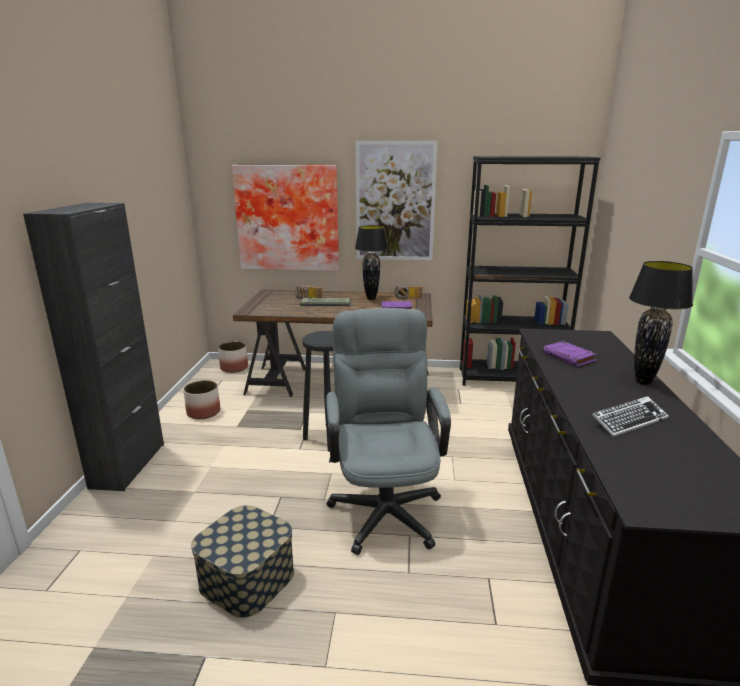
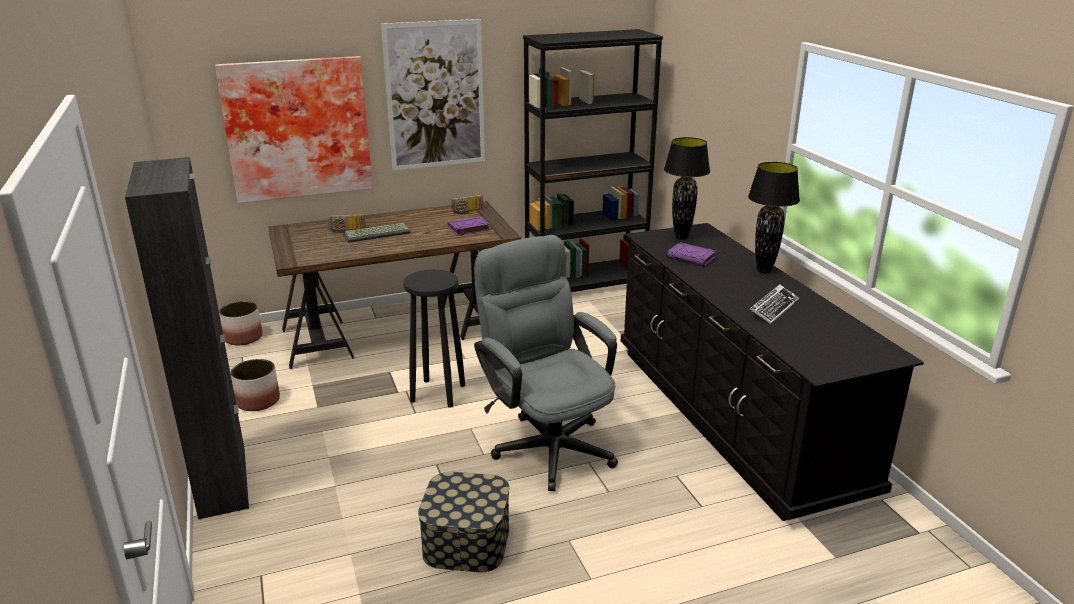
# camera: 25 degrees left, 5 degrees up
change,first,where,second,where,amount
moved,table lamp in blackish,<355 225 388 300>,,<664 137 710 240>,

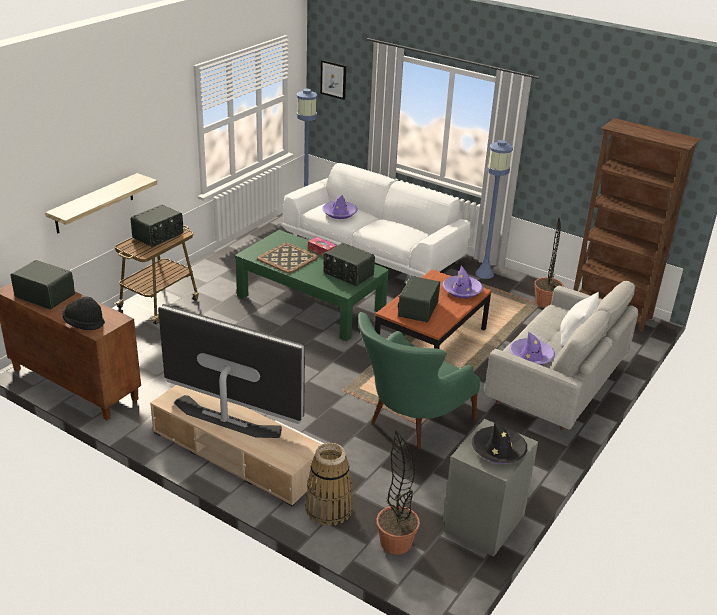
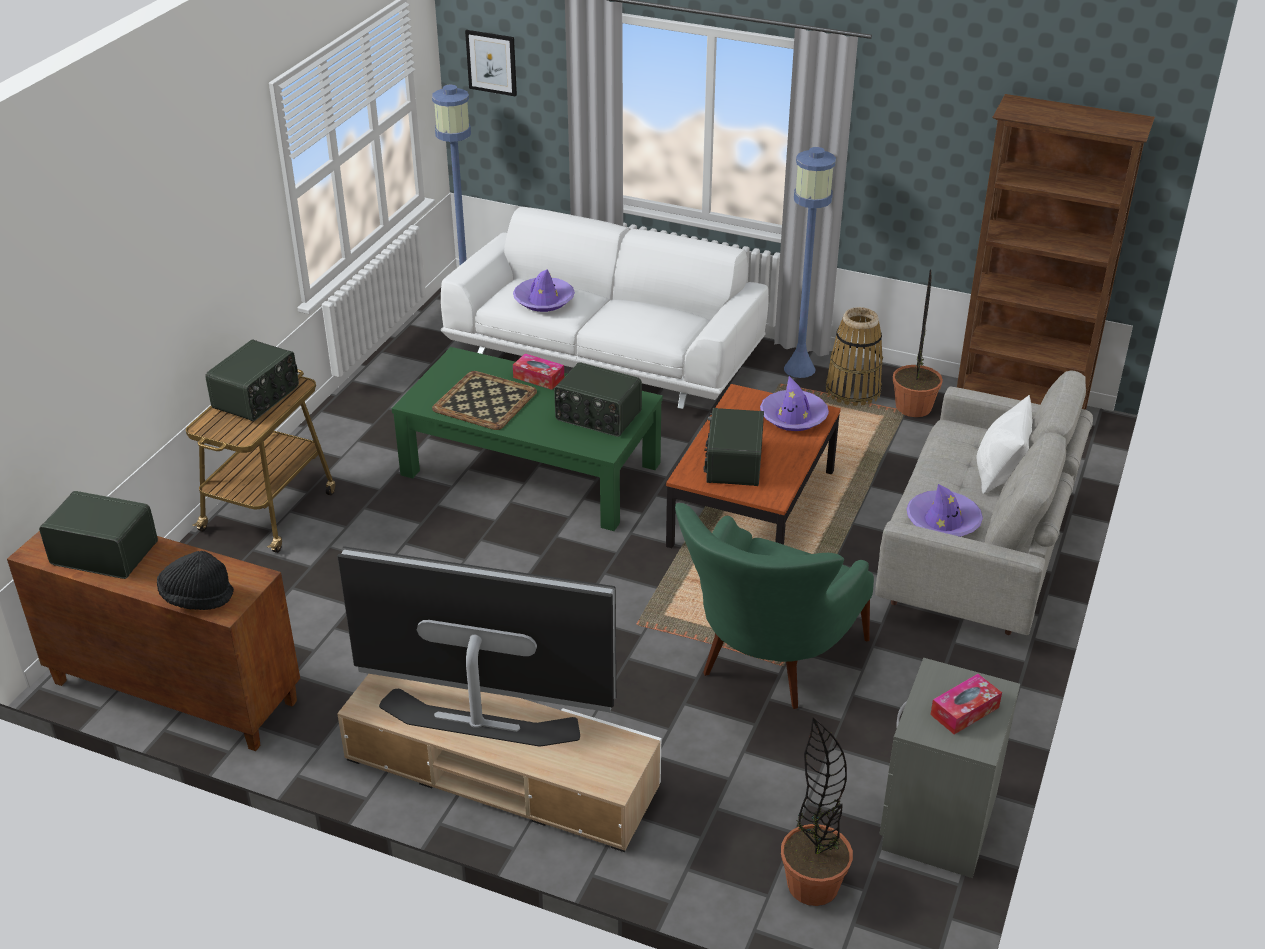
# camera: 10 degrees left, 5 degrees up
change,first,where,second,where,amount
removed,shelf,<45 173 157 234>,,,
replaced,clothing hat in blackish,<472 422 527 464>,box of tissues,<930 674 1002 734>,
moved,basket,<305 443 353 526>,,<826 307 883 406>,

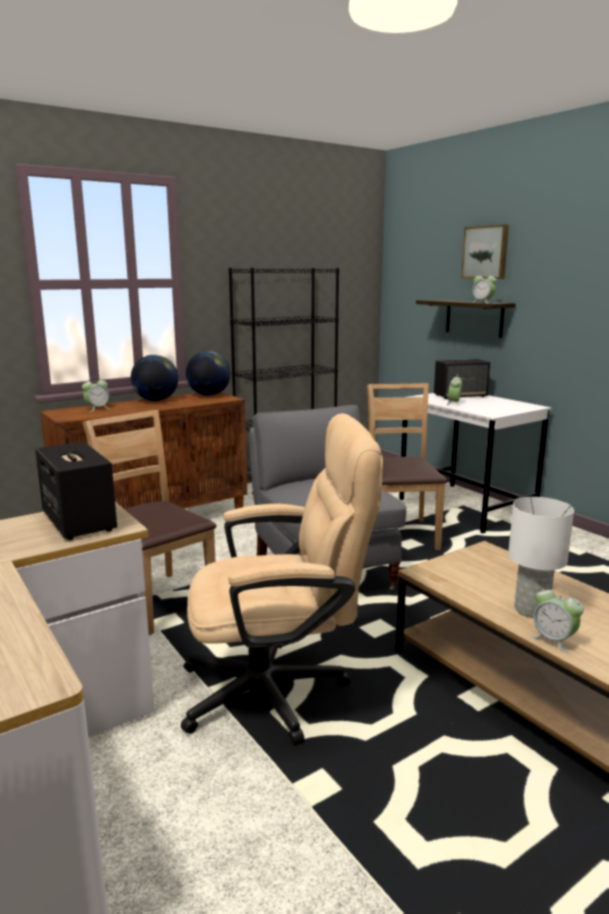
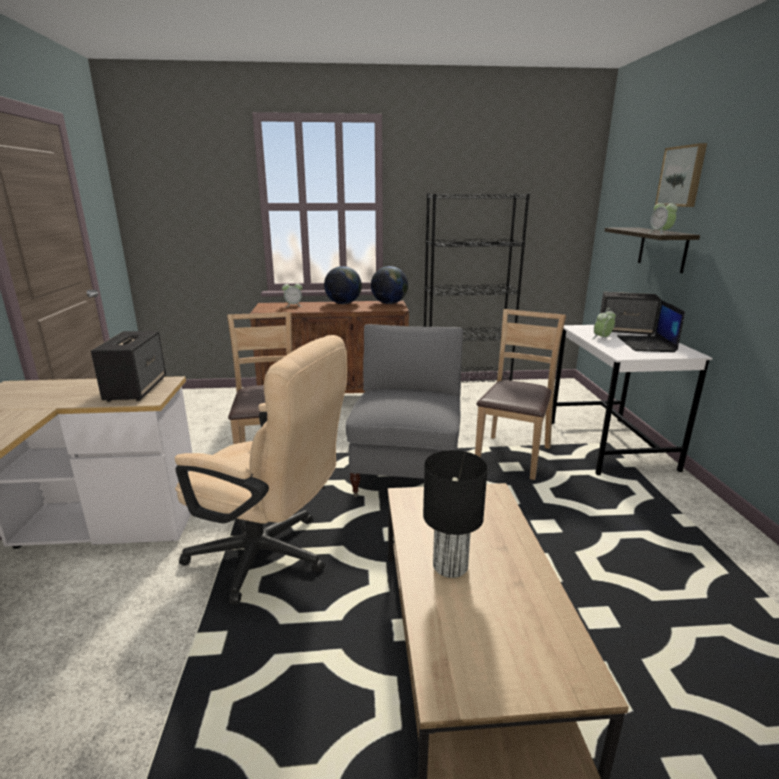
# camera: 30 degrees right, 5 degrees up
change,first,where,second,where,amount
recoloured,table lamp in white,<508 497 574 618>,table lamp in blackish,<423 450 488 578>,
removed,alarm clock,<530 586 584 653>,,,
added,,,laptop,<617 300 685 352>,

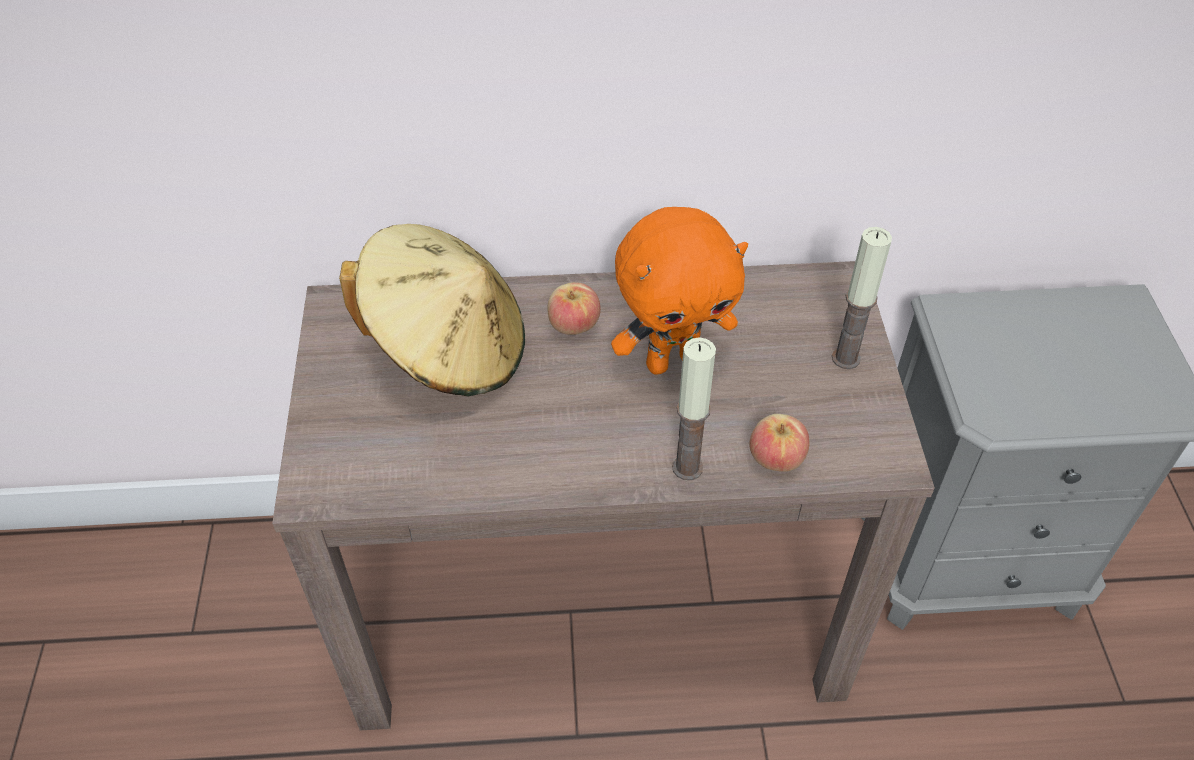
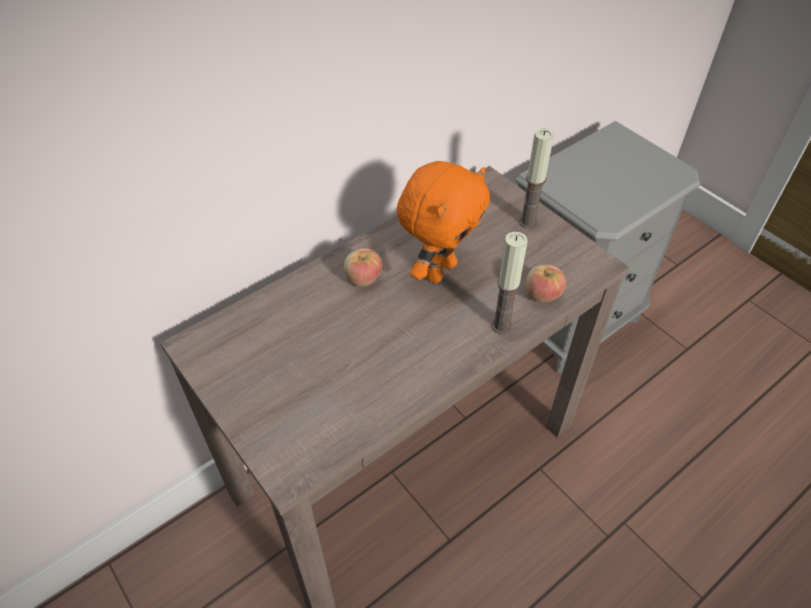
# camera: 35 degrees left, 0 degrees up
change,first,where,second,where,amount
removed,clothing hat in sand-coloured,<339 224 525 396>,,,

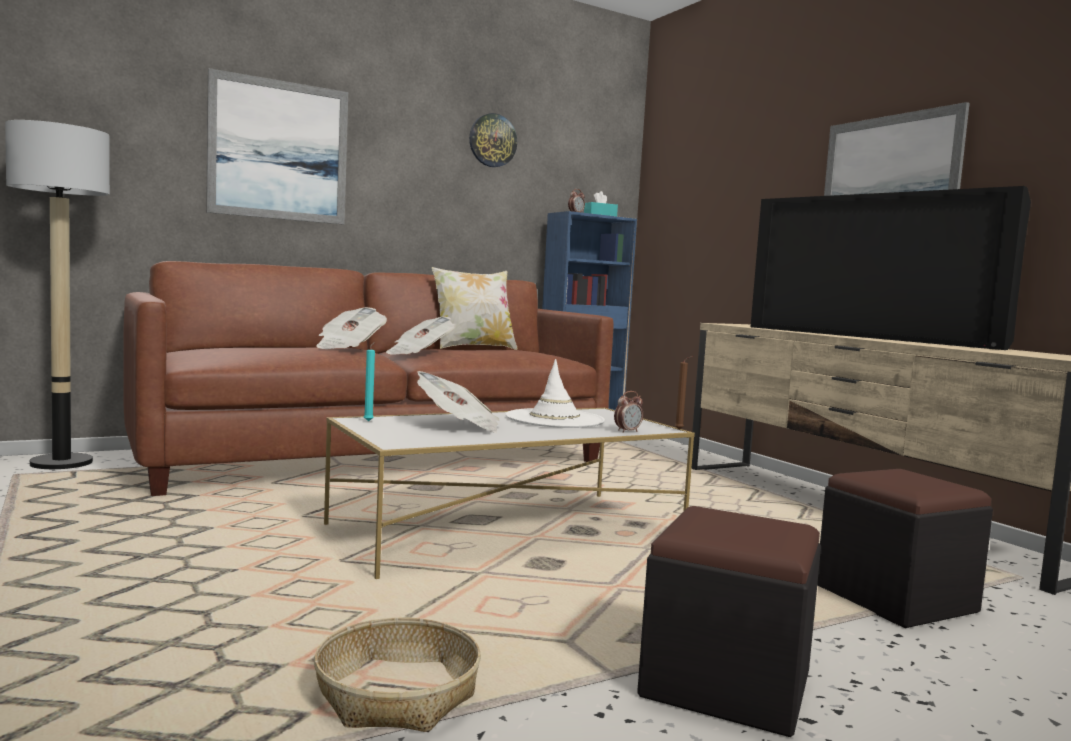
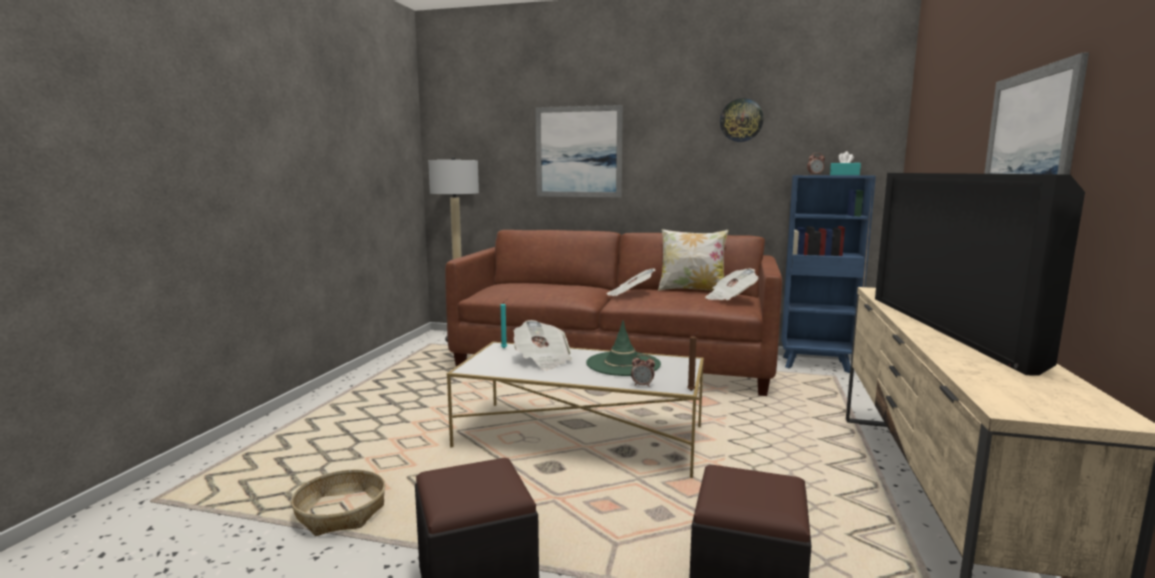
# camera: 45 degrees right, 5 degrees up
change,first,where,second,where,amount
moved,printed paper,<316 307 387 349>,,<705 268 758 300>,
recoloured,clothing hat in white,<506 359 605 428>,clothing hat in greenish,<586 320 661 376>,

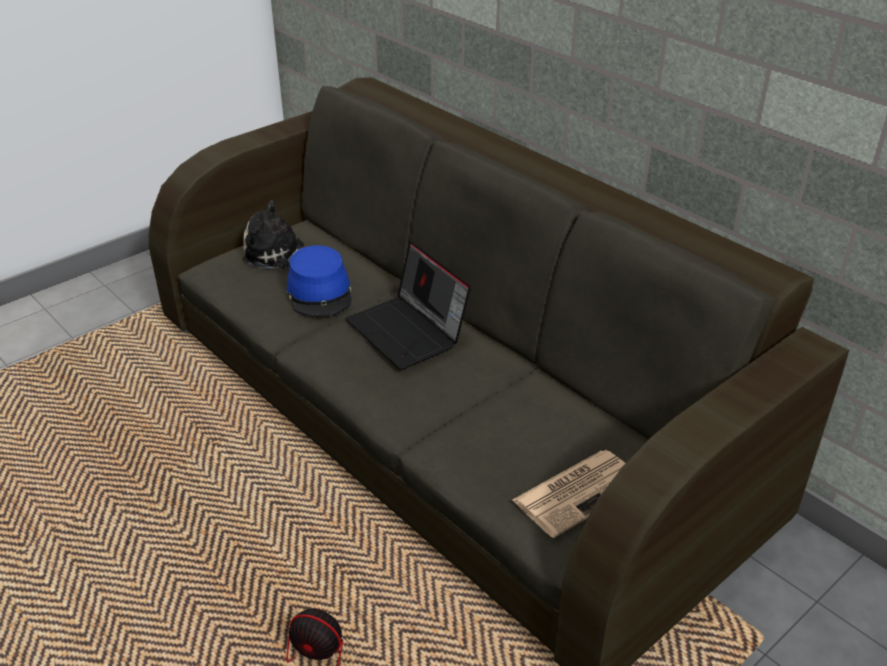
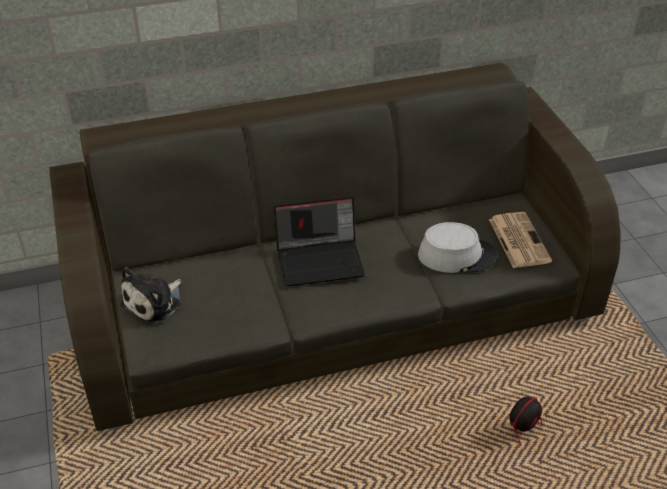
# camera: 65 degrees left, 5 degrees up
change,first,where,second,where,amount
removed,clothing hat in bluish,<287 245 352 316>,,,
added,,,clothing hat in grey,<418 222 497 273>,

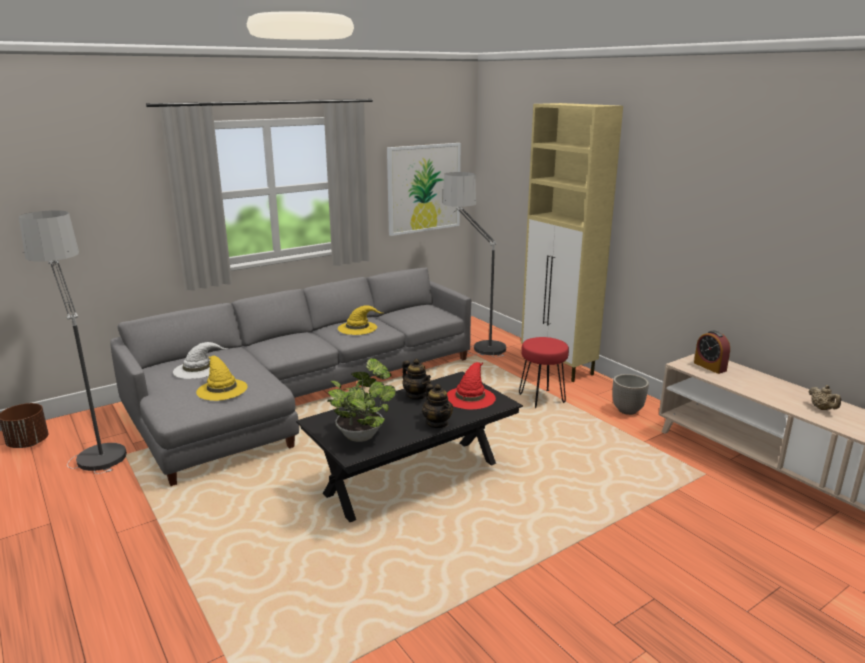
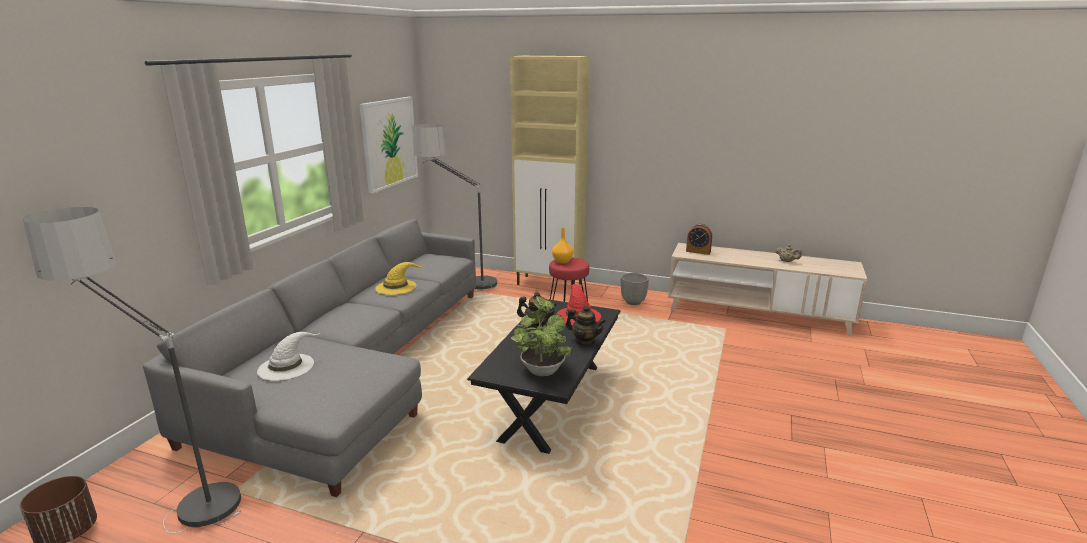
# camera: 35 degrees left, 0 degrees up
change,first,where,second,where,amount
removed,clothing hat in yellow-coloured,<196 356 248 401>,,,
added,,,flower vase in orangey,<552 228 573 263>,

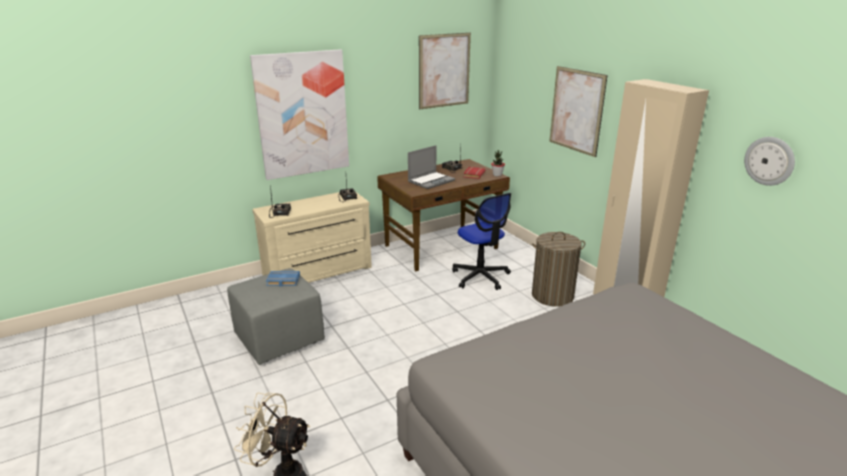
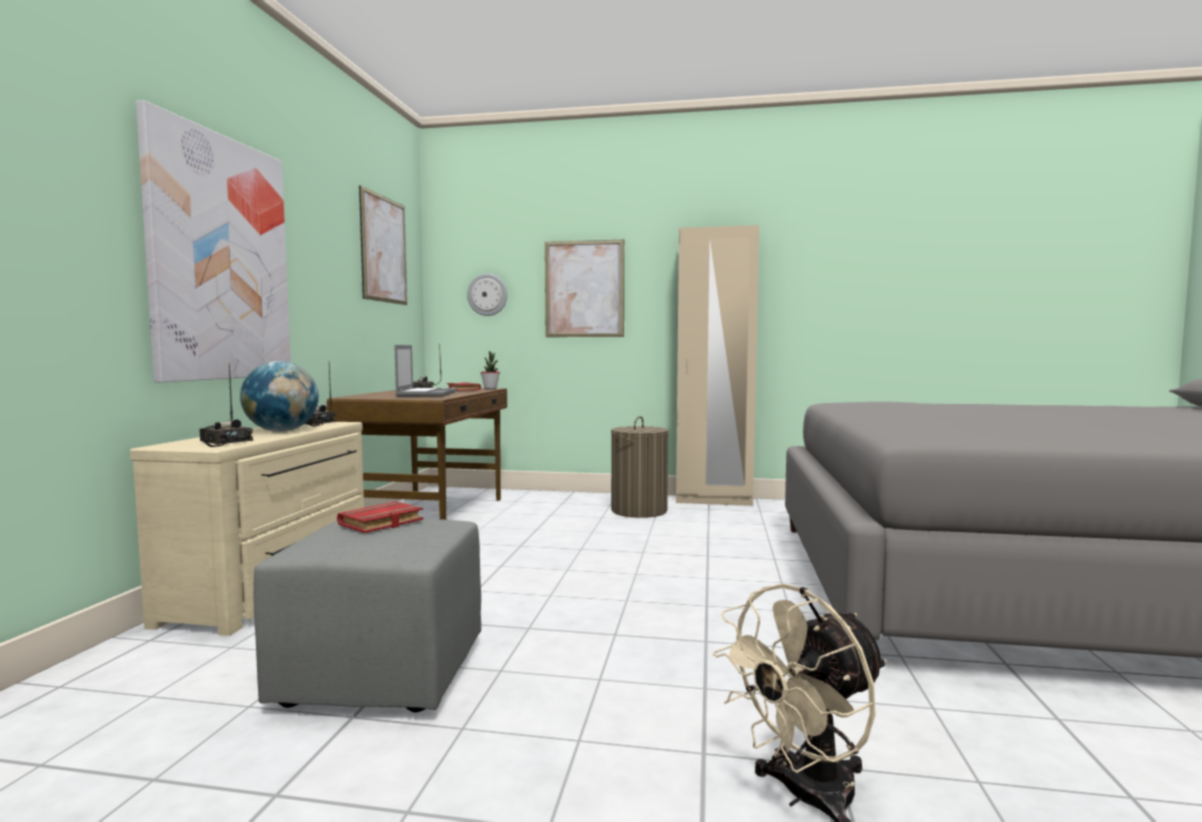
# camera: 50 degrees left, 20 degrees down
change,first,where,second,where,amount
moved,wall clock,<744 137 795 186>,,<467 273 507 316>,
removed,office chair,<452 193 511 290>,,,
recoloured,volume in bluish,<266 271 300 287>,volume in red,<337 501 424 533>,
added,,,globe,<240 361 319 432>,

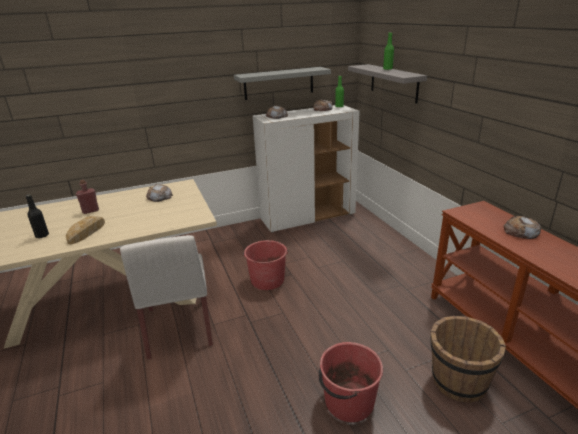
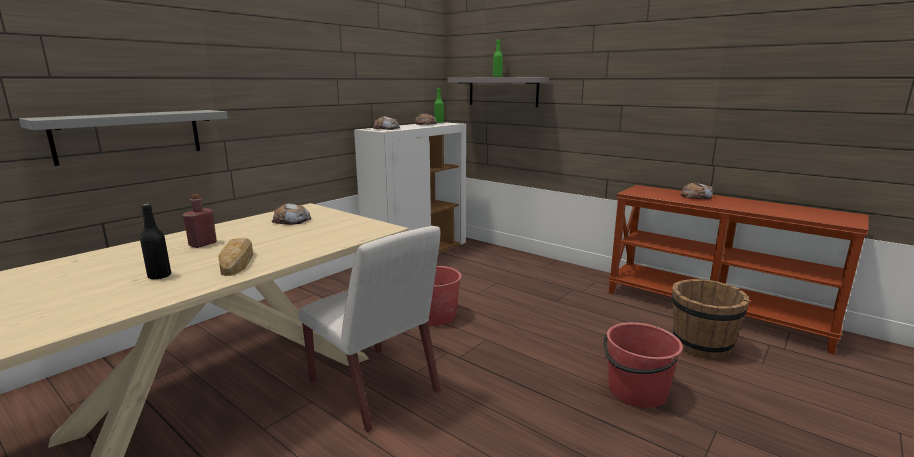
# camera: 30 degrees left, 10 degrees down
change,first,where,second,where,amount
moved,shelf in grey,<234 67 331 100>,,<19 110 228 166>,

